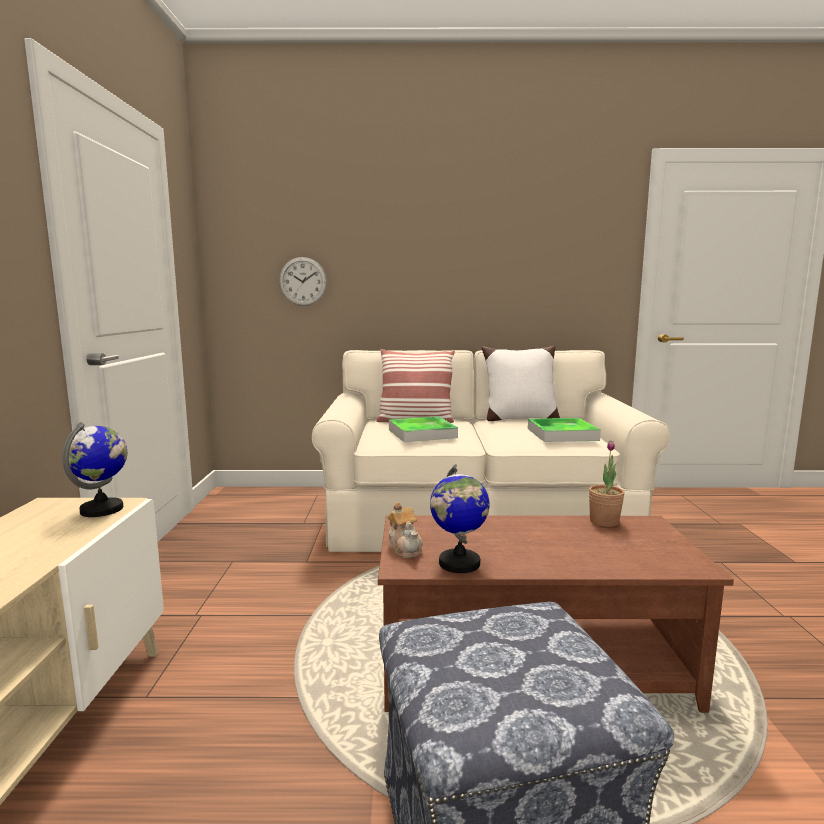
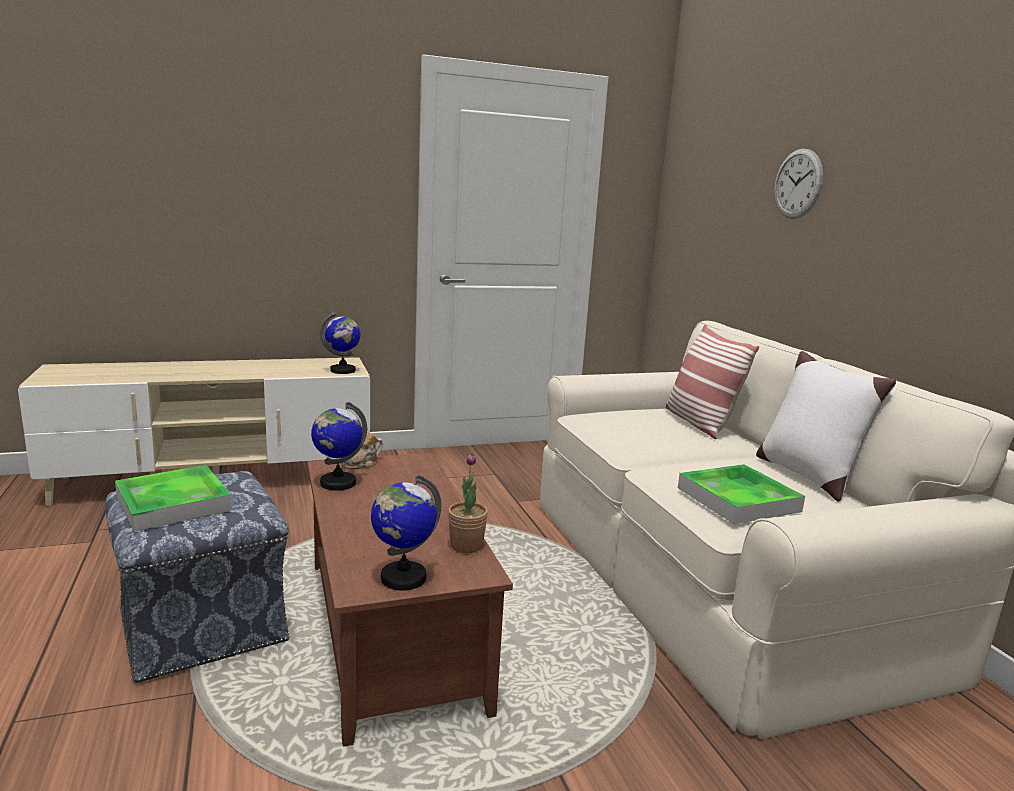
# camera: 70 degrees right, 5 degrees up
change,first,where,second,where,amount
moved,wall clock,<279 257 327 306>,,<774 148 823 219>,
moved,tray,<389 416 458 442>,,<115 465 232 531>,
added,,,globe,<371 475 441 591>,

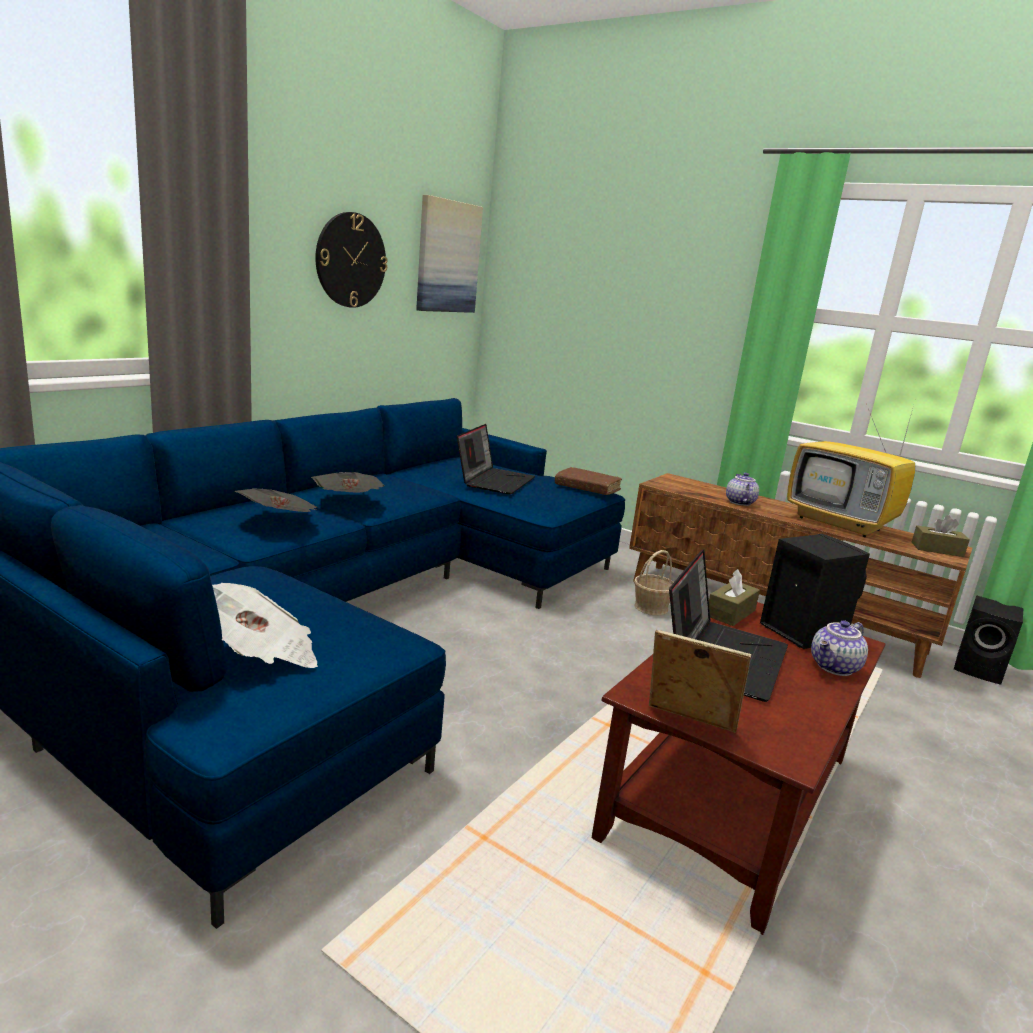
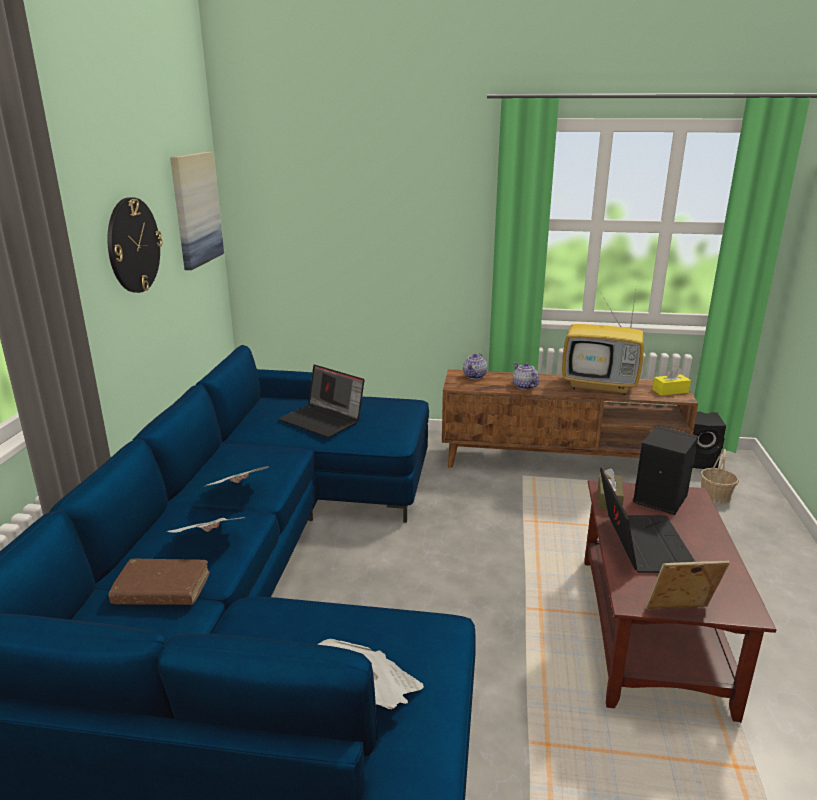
# camera: 25 degrees left, 5 degrees up
change,first,where,second,where,amount
turned,laptop,<457 424 535 495>,,<279 365 365 438>,135 degrees clockwise
moved,volume in brown,<555 467 622 495>,,<109 559 210 605>,
recoloured,box of tissues in brown,<912 515 970 557>,box of tissues in yellow-coloured,<652 367 691 396>,
moved,basket,<634 550 674 615>,,<700 449 739 504>,
moved,tea pot,<811 621 868 676>,,<463 353 487 379>,

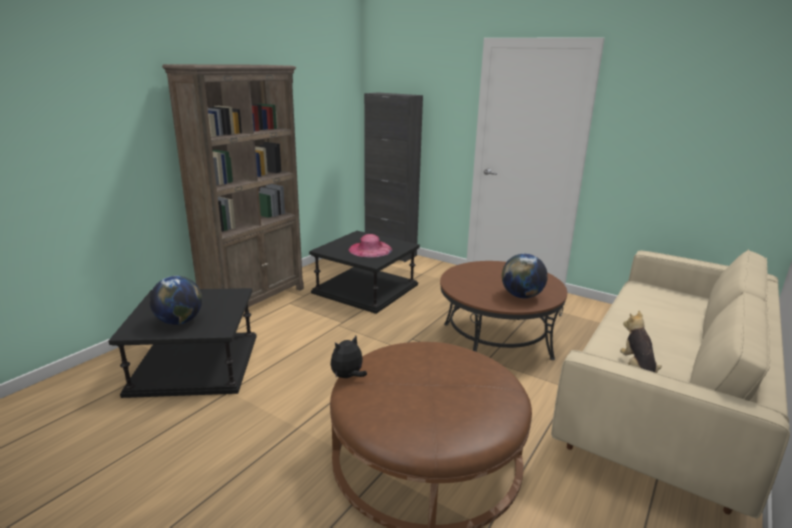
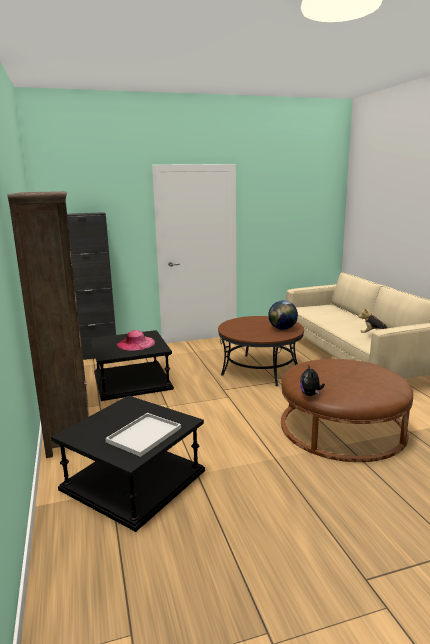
# camera: 50 degrees left, 5 degrees down
change,first,where,second,where,amount
replaced,globe,<149 276 202 325>,tray in white,<105 413 181 457>,

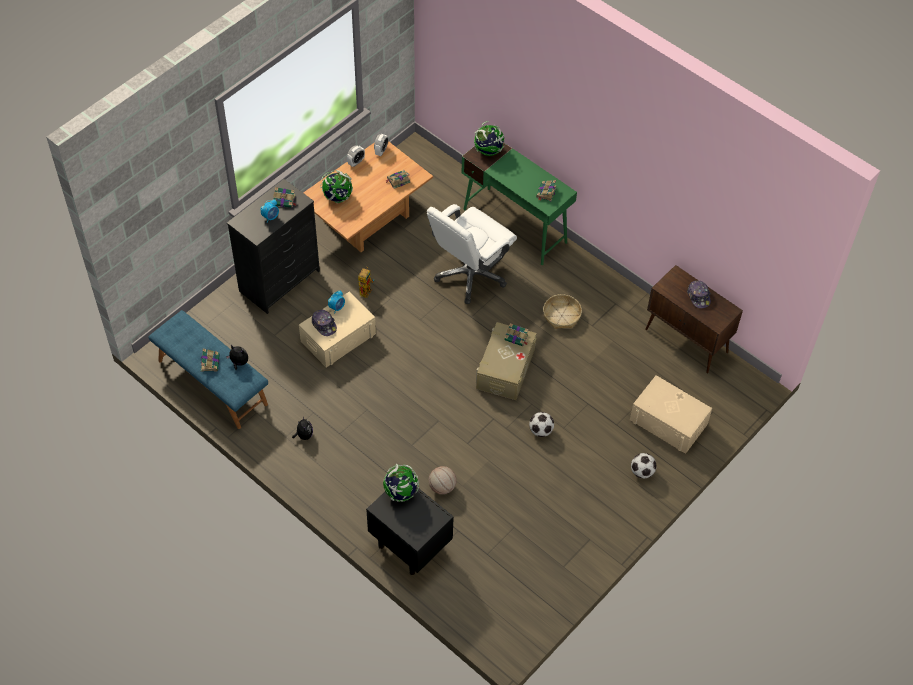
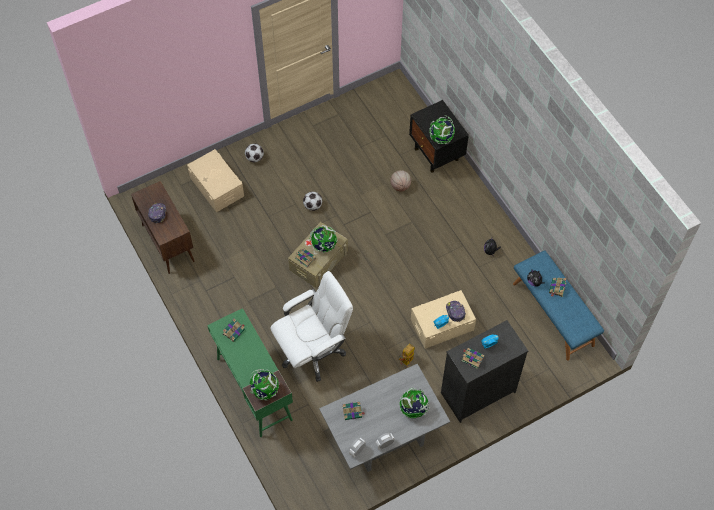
# camera: 160 degrees left, 5 degrees up
change,first,where,second,where,amount
recoloured,coffee table in brown,<303 141 433 252>,coffee table in grey,<319 364 450 472>,
removed,basket,<543 294 582 329>,,,
added,,,globe,<309 225 337 252>,

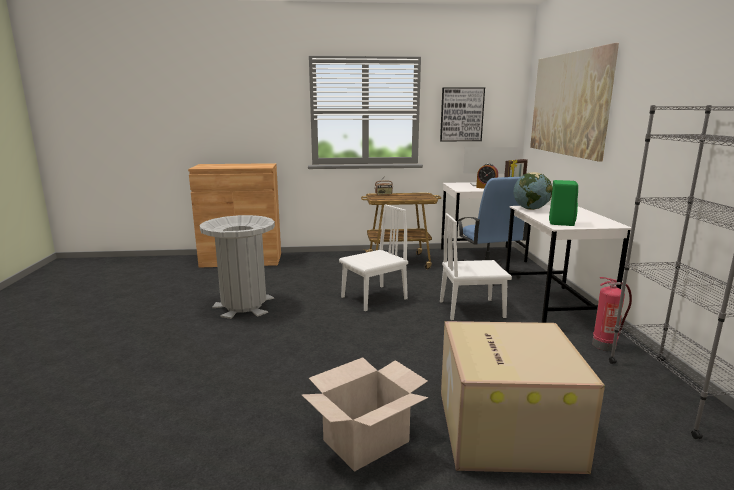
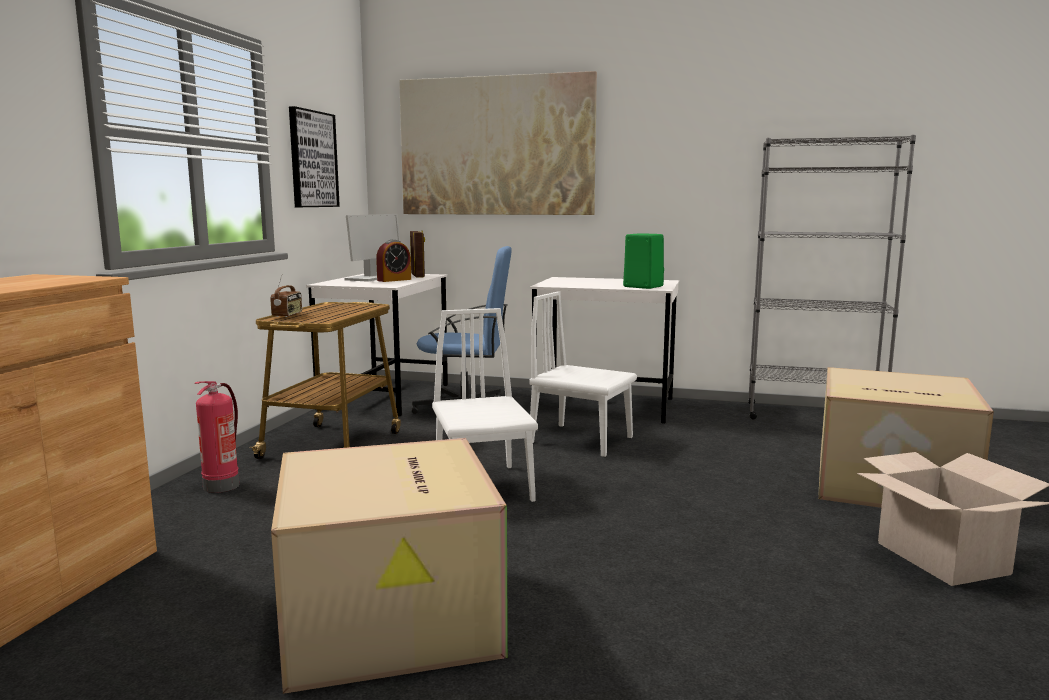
# camera: 70 degrees left, 5 degrees down
change,first,where,second,where,amount
removed,globe,<513 172 553 210>,,,
turned,chair in white,<440 213 512 320>,,<529 291 637 457>,105 degrees clockwise
replaced,waste bin in grey,<200 215 275 319>,packing box,<271 438 508 694>,
moved,fire-fighting cylinder,<592 277 632 351>,,<194 381 239 493>,

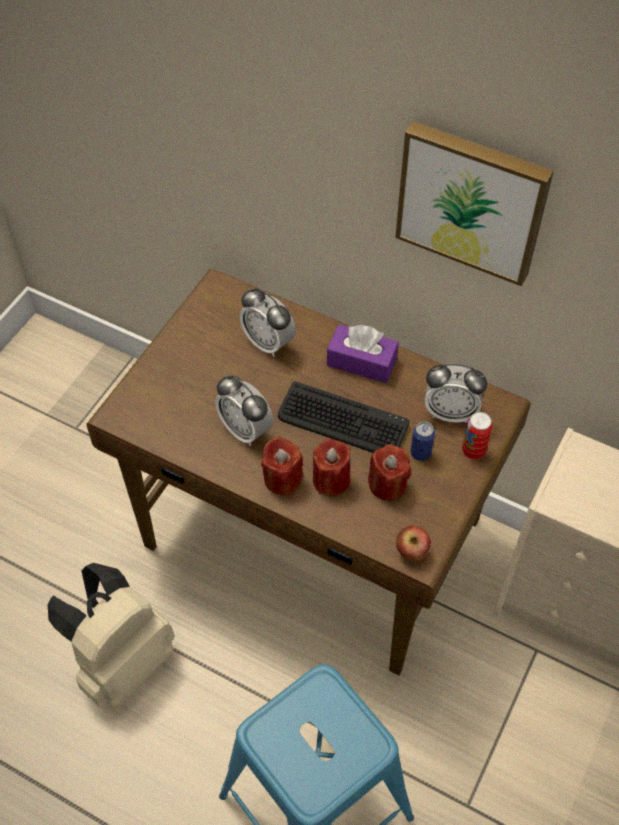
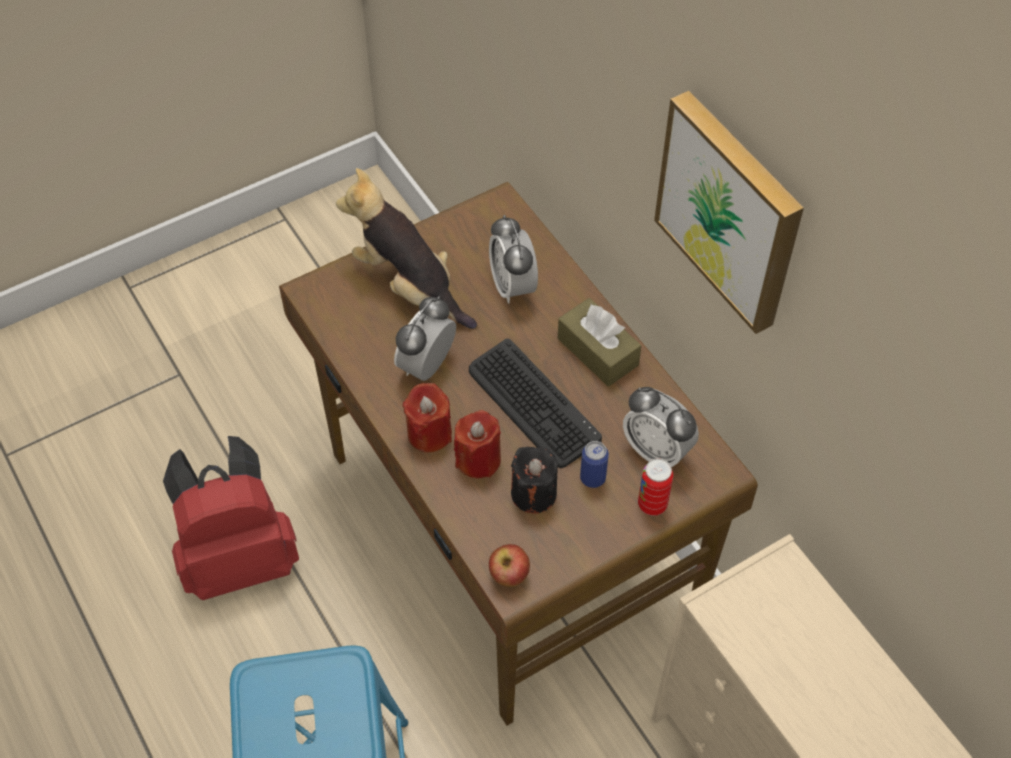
# camera: 30 degrees right, 0 degrees up
change,first,where,second,where,amount
recoloured,box of tissues in purple,<327 324 399 383>,box of tissues in brown,<558 298 641 386>,
turned,alarm clock,<215 375 273 446>,,<394 296 456 381>,45 degrees clockwise
recoloured,wax light in red,<368 444 412 501>,wax light in blackish,<511 447 558 514>,
recoloured,rucksack in sand-coloured,<48 563 175 709>,rucksack in red,<163 436 299 600>,
added,,,cuddly toy,<336 168 477 329>,

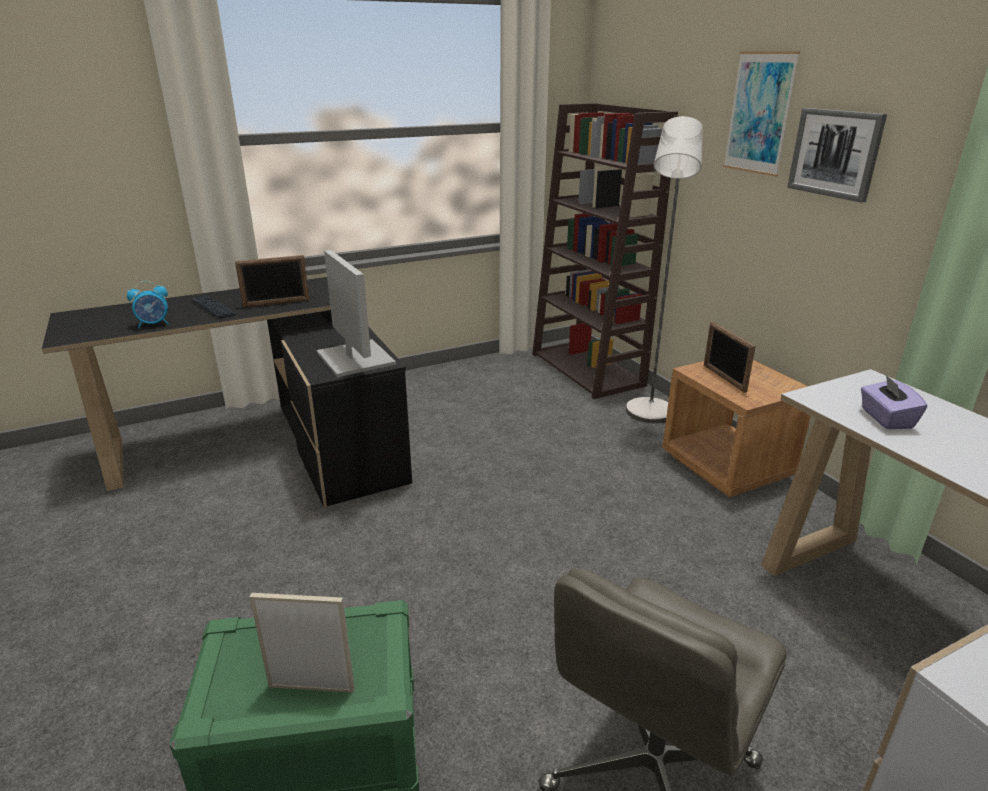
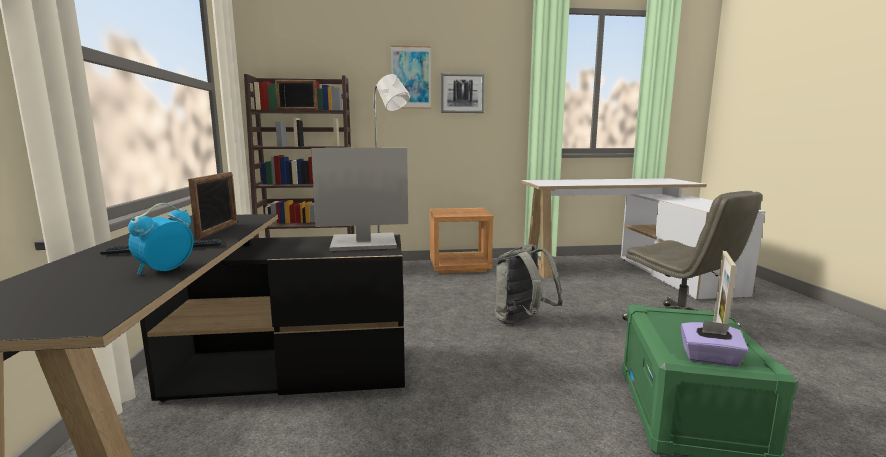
# camera: 70 degrees left, 15 degrees down
change,first,where,second,where,amount
turned,alarm clock,<127 281 169 328>,,<128 203 194 275>,150 degrees counterclockwise
moved,picture frame,<704 322 756 393>,,<275 80 318 110>,
moved,box of tissues in purple,<861 375 927 429>,,<681 320 749 367>,
added,,,rucksack in grey,<495 244 563 325>,

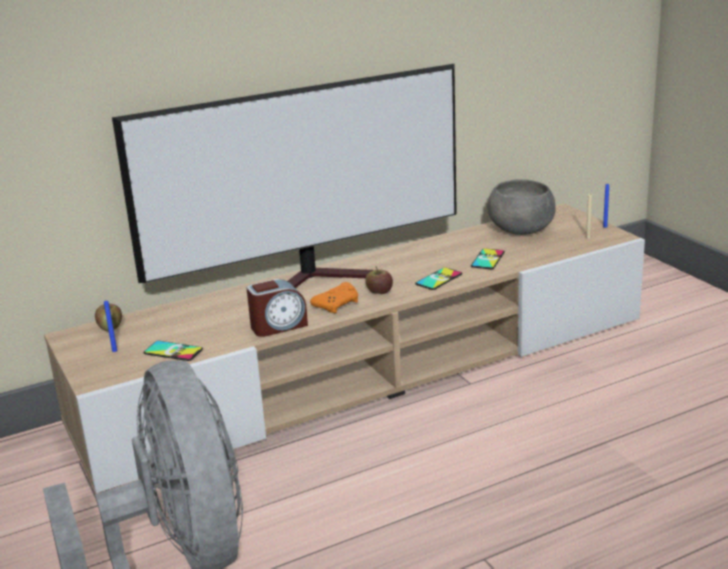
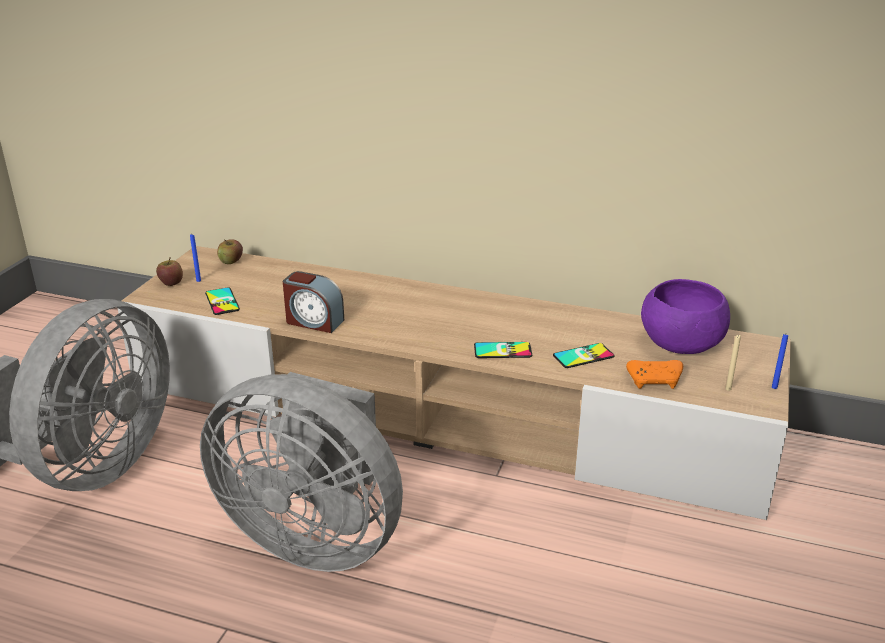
# camera: 45 degrees right, 5 degrees up
change,first,where,second,where,amount
removed,television,<112 64 457 288>,,,
recoloured,bowl in grey,<487 179 556 235>,bowl in purple,<641 279 730 354>,
moved,apple fruit,<365 266 393 294>,,<156 257 183 286>,
moved,gamepad in orangey,<310 282 358 313>,,<626 360 683 389>,
added,,,fan in grey,<200 372 403 572>,

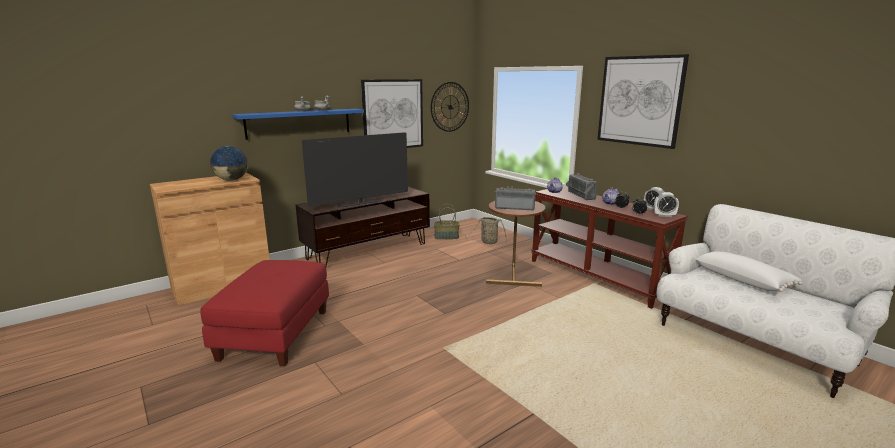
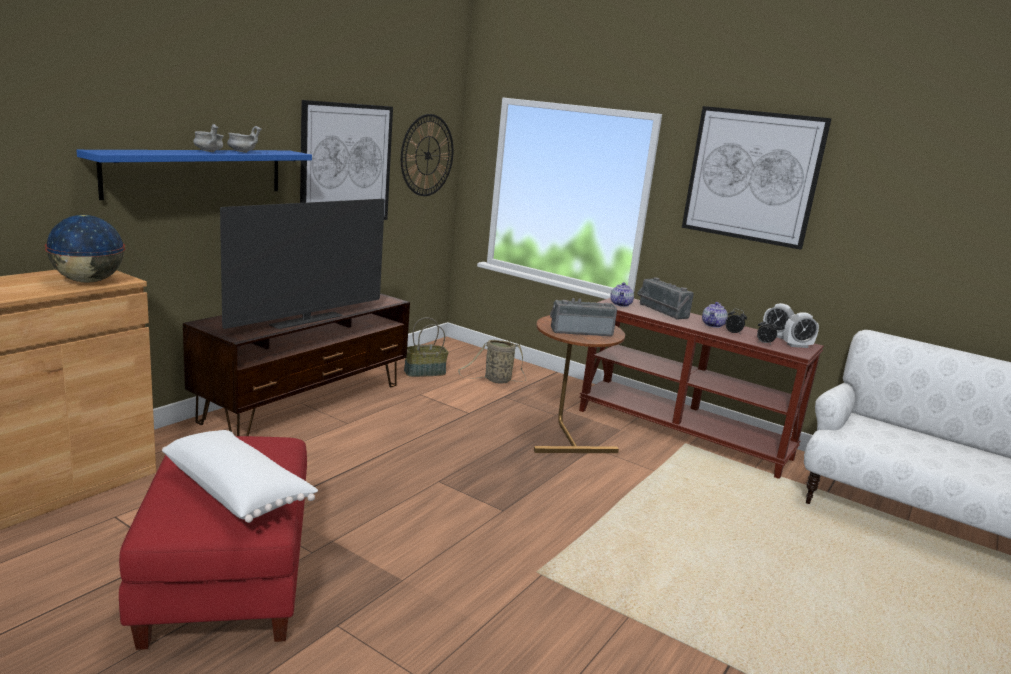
# camera: 20 degrees left, 0 degrees up
change,first,where,second,where,amount
moved,pillow in white,<695 251 803 292>,,<162 430 318 523>,

